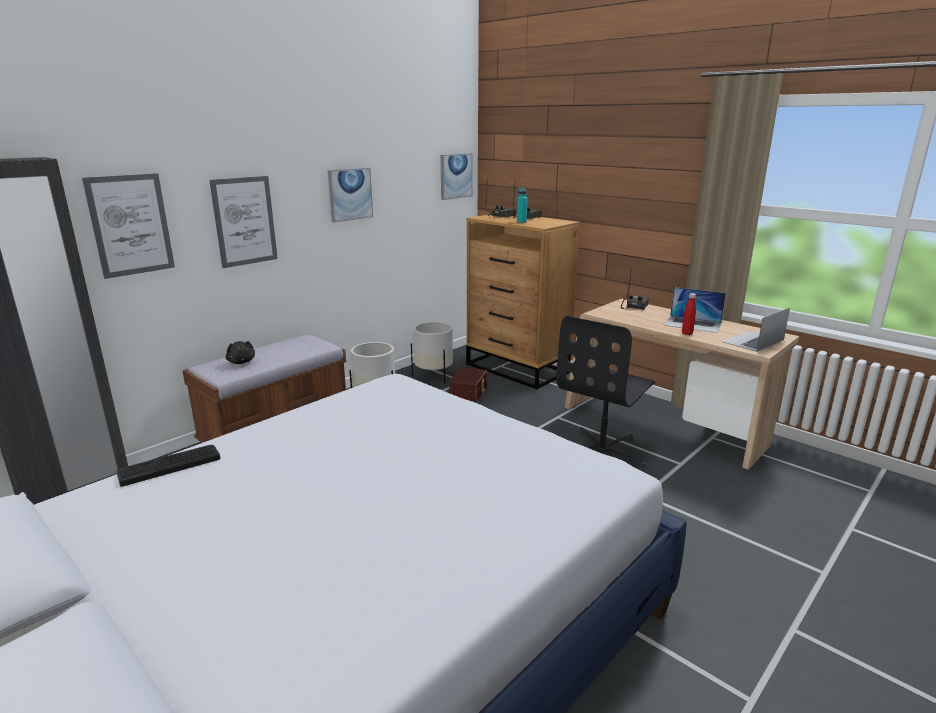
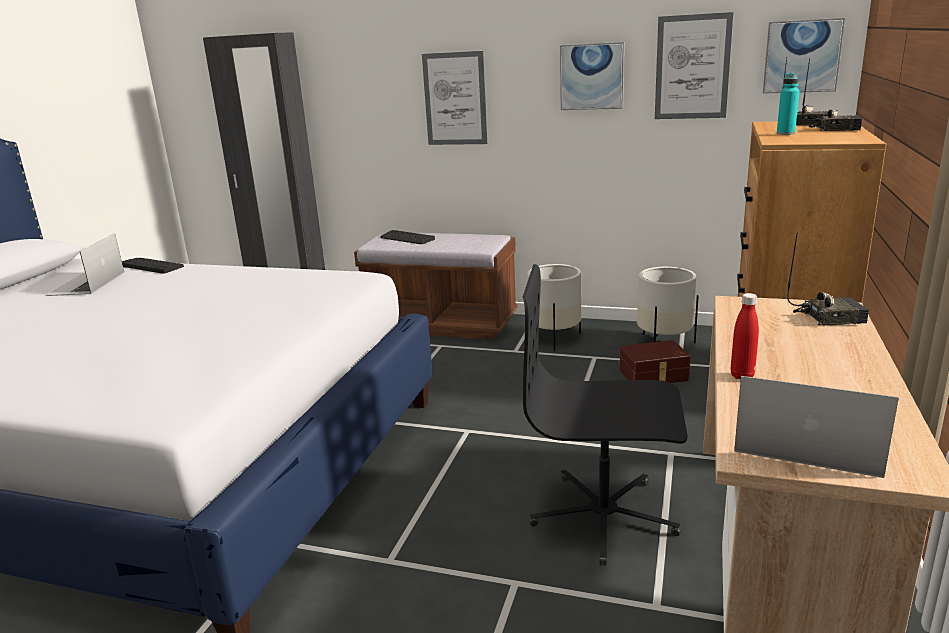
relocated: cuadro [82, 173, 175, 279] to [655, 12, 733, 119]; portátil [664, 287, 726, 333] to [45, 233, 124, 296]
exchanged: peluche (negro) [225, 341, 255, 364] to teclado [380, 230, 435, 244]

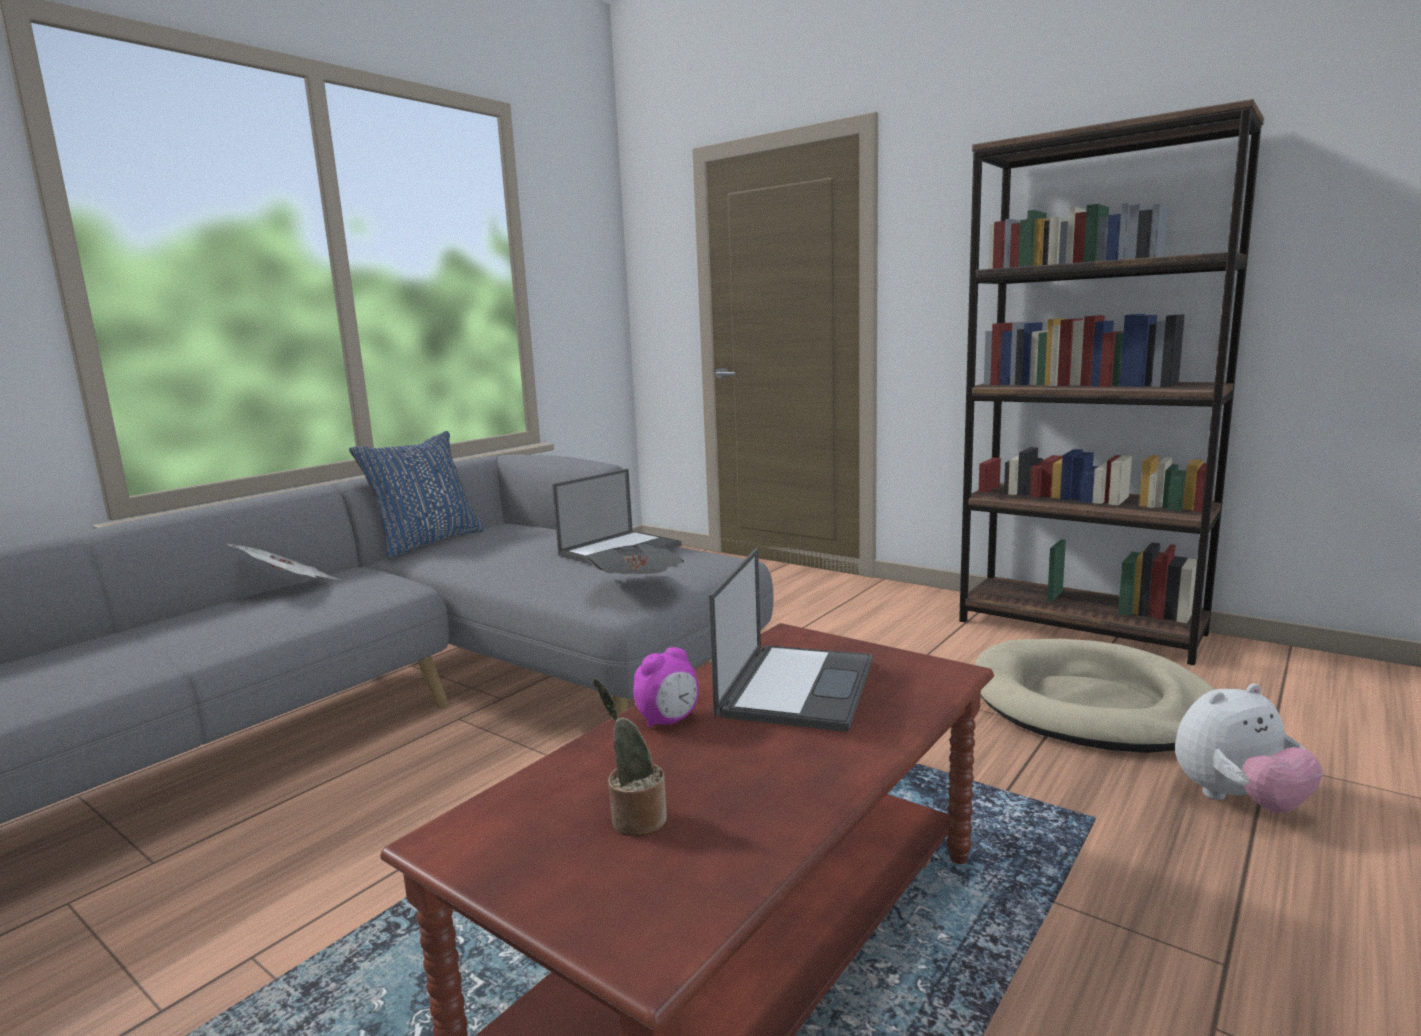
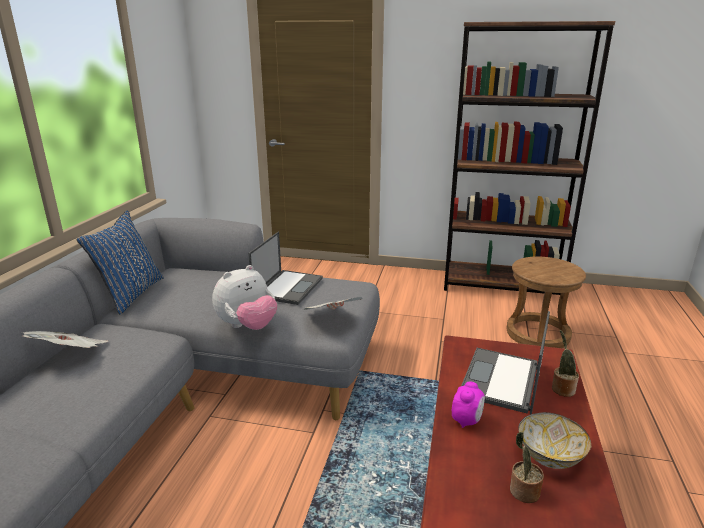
appeared: cuenco [518, 412, 591, 469]; planta en maceta [552, 330, 579, 397]
relocated: peluche [1175, 683, 1323, 813] to [212, 265, 277, 330]
exchanged: cama para perro (beis) [975, 639, 1215, 753] to taburete (marrón) [506, 257, 586, 348]
spun: portátil [709, 548, 873, 732] = [461, 311, 550, 414] 150 degrees counterclockwise

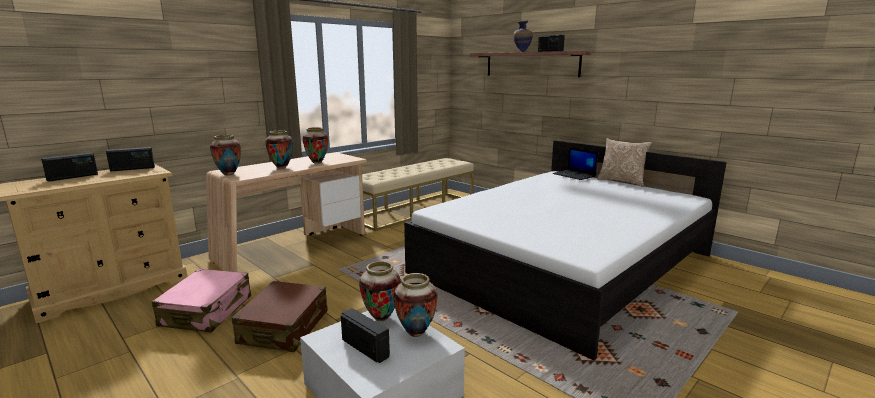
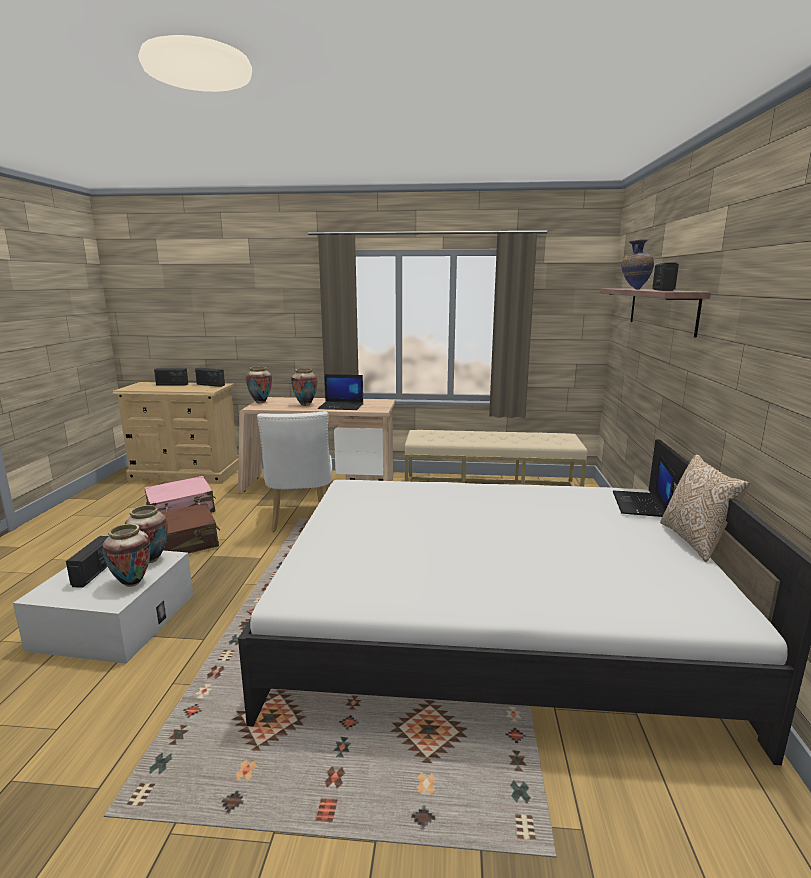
appeared: silla (blanco) [257, 411, 332, 532]
exchanged: florero [303, 127, 328, 164] to portátil [318, 374, 363, 410]

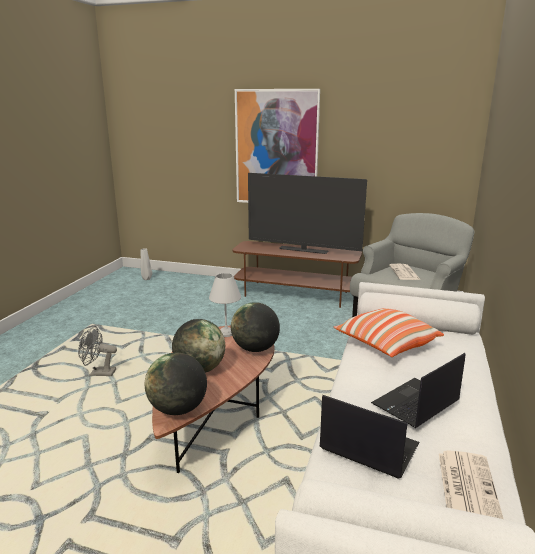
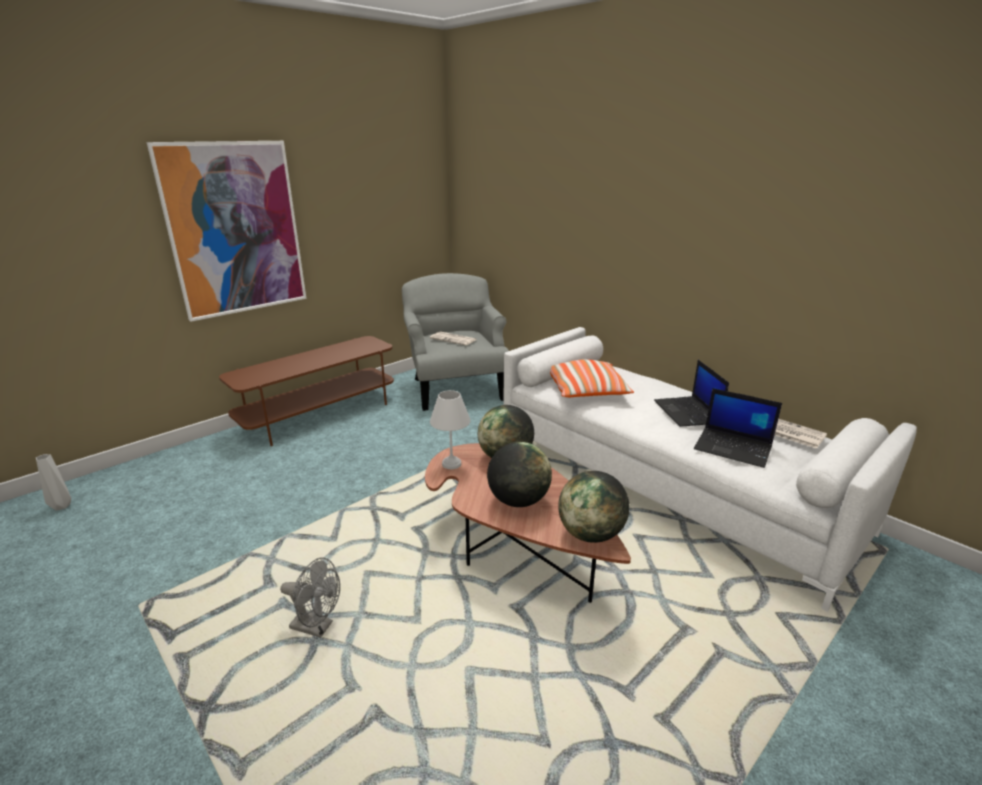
missing: televisor [248, 173, 367, 254]
spun: ventilador (gris) [78, 326, 117, 376] = [280, 558, 340, 638] 105 degrees counterclockwise; portátil [320, 395, 419, 479] = [694, 388, 782, 468] 120 degrees counterclockwise

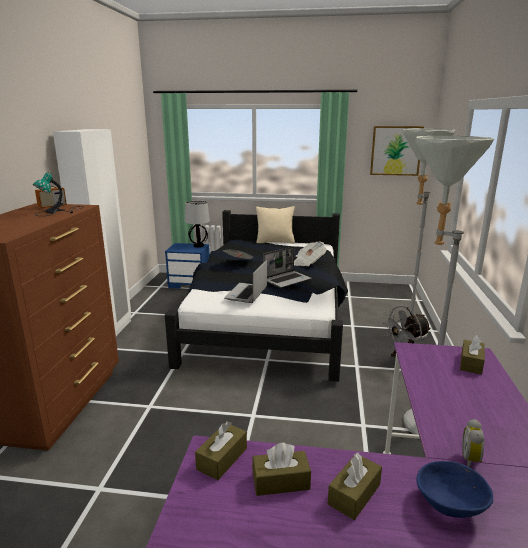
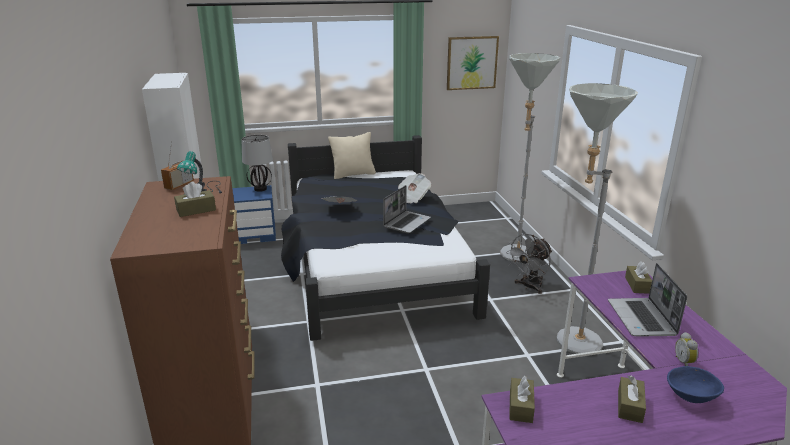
relocated: portátil [224, 260, 267, 303] to [608, 263, 687, 337]; caja de pañuelos (marrón) [252, 443, 311, 496] to [174, 182, 216, 217]

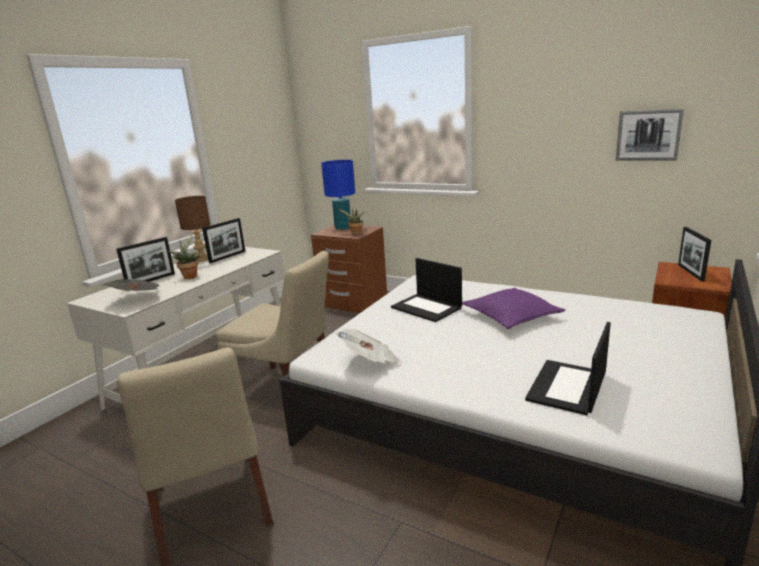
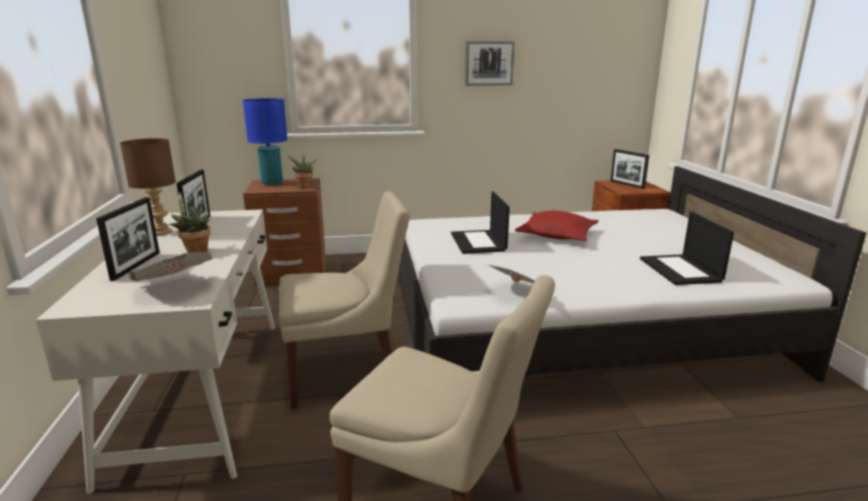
relocated: cuadro [616, 109, 684, 160] to [465, 41, 515, 86]
colour: cojín (morado) [462, 288, 565, 329] to cojín (rojo) [515, 211, 599, 241]
spun: portátil [391, 258, 462, 322] = [451, 191, 510, 254] 75 degrees clockwise

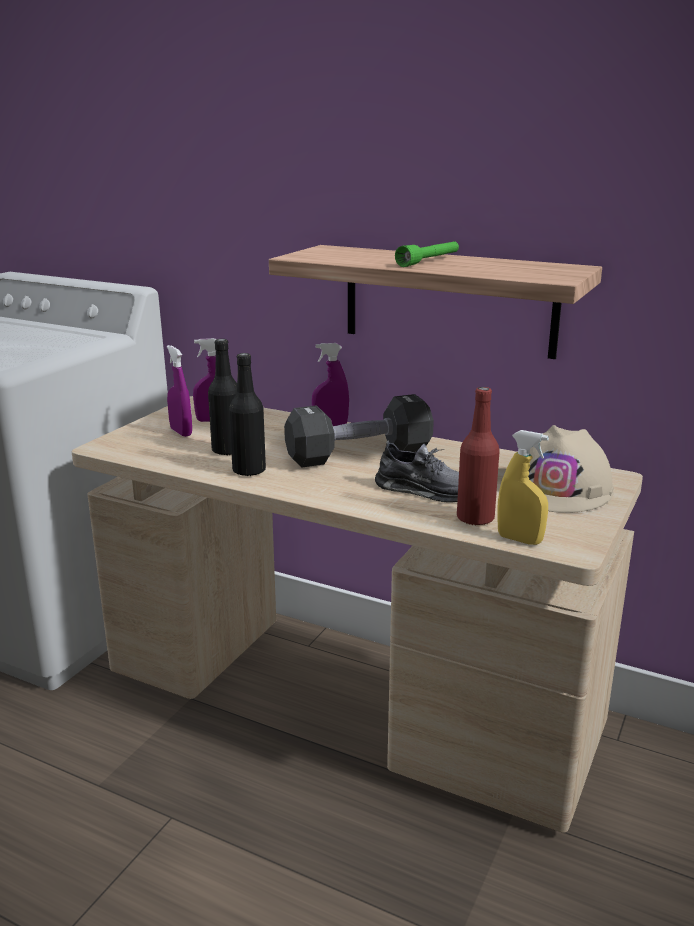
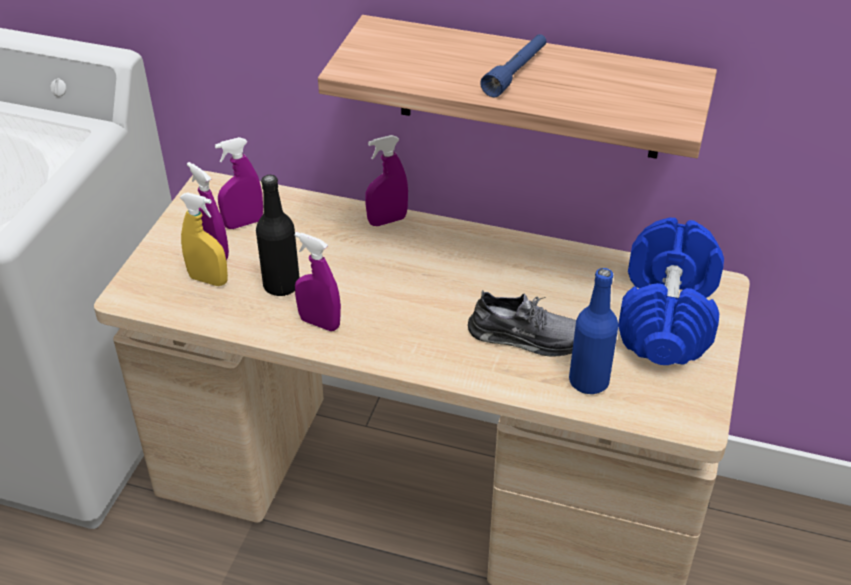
missing: mancuerna (negro) [284, 394, 434, 467]
relocated: pulverizador (amarillo) [497, 430, 549, 545] to [180, 192, 228, 286]
exchanged: botella (negro) [229, 353, 266, 477] to pulverizador (morado) [295, 232, 341, 331]; casco (beis) [528, 425, 614, 513] to mancuerna (azul) [618, 218, 724, 365]
colour: linterna (verde) [395, 241, 459, 267] to linterna (azul) [480, 34, 546, 97]; botella (rojo) [457, 387, 500, 526] to botella (azul) [569, 268, 619, 395]

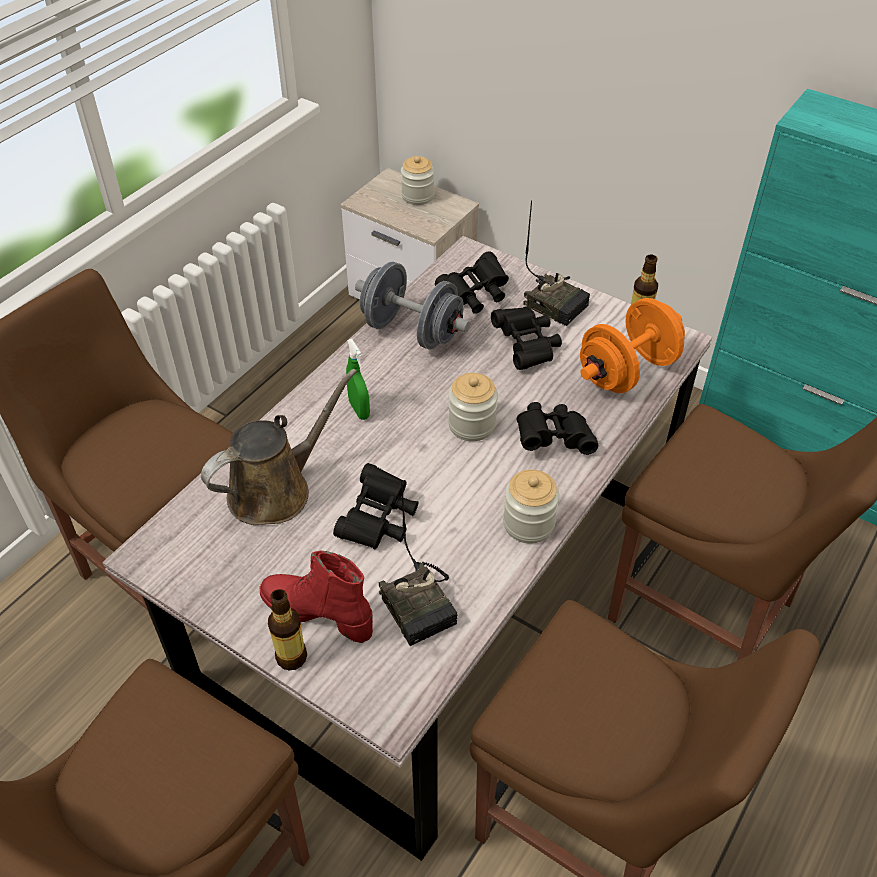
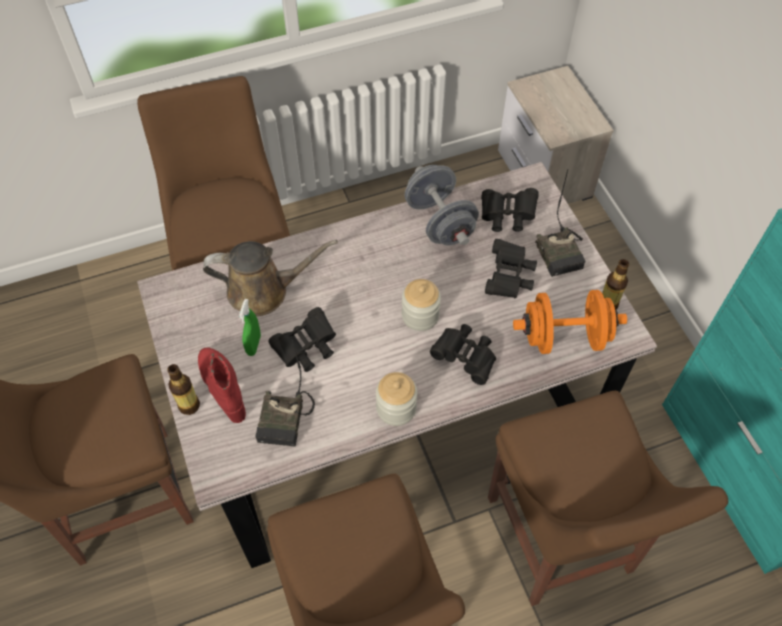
missing: tarro [401, 156, 435, 205]
relocated: pulverizador (verde) [346, 339, 370, 420] to [239, 299, 261, 356]

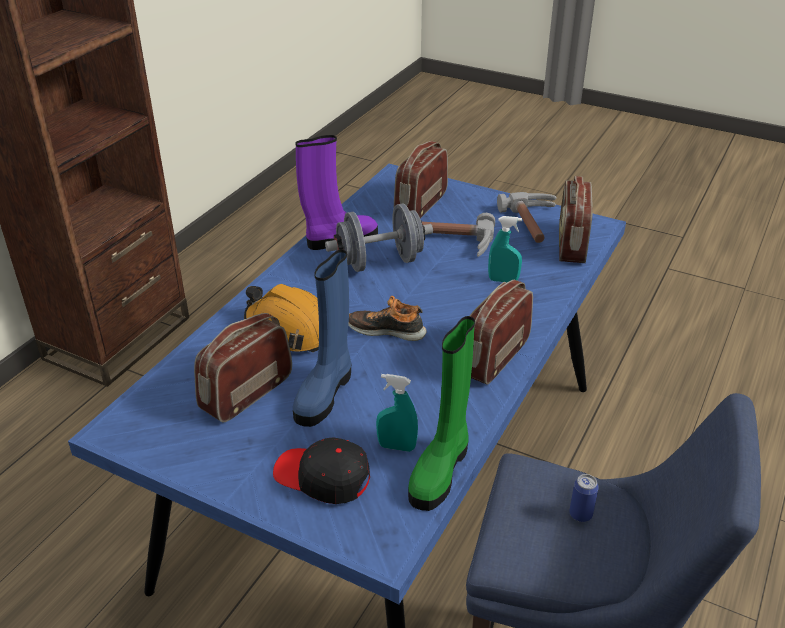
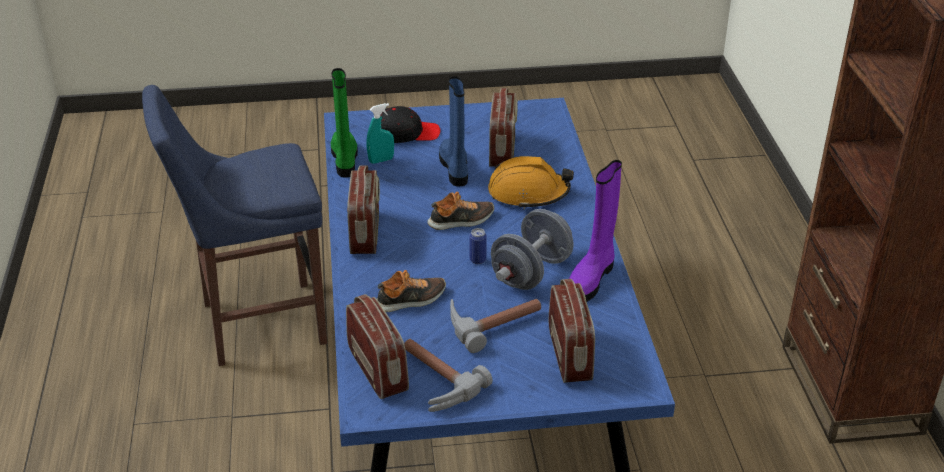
relocated: lata [569, 474, 599, 522] to [470, 228, 487, 264]
exchanged: pulverizador (turquesa) [488, 216, 522, 282] to zapato [377, 270, 446, 312]

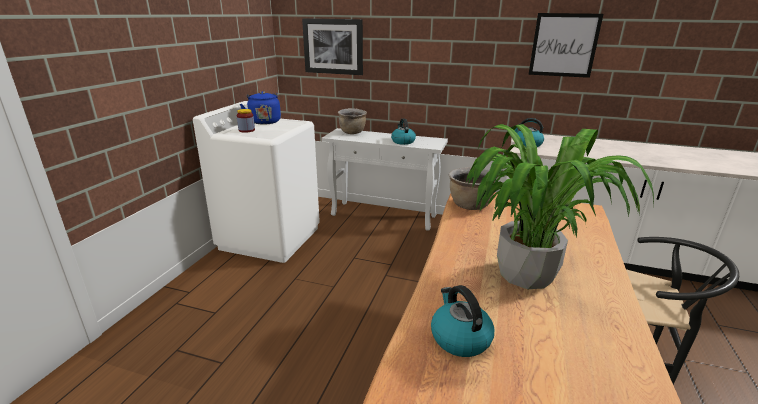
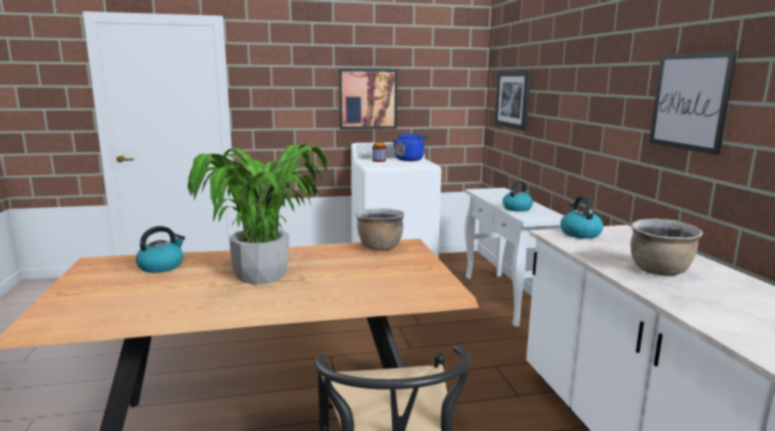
appeared: cuadro [339, 69, 397, 129]
relocated: olla (marrón) [338, 108, 367, 134] to [630, 219, 703, 276]

